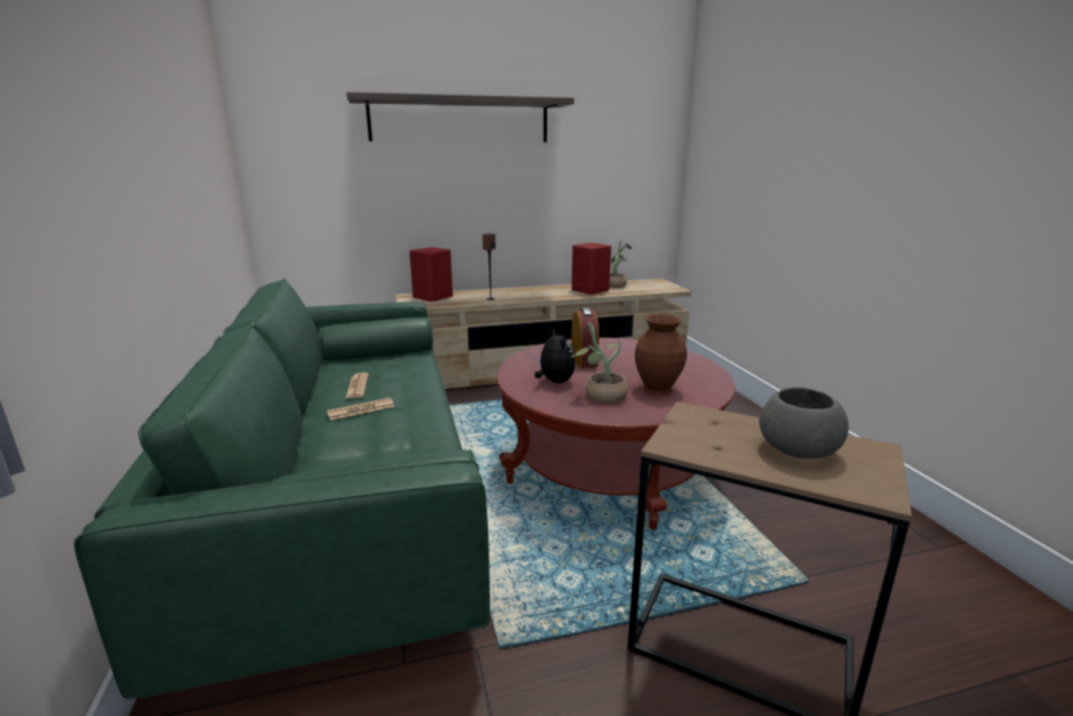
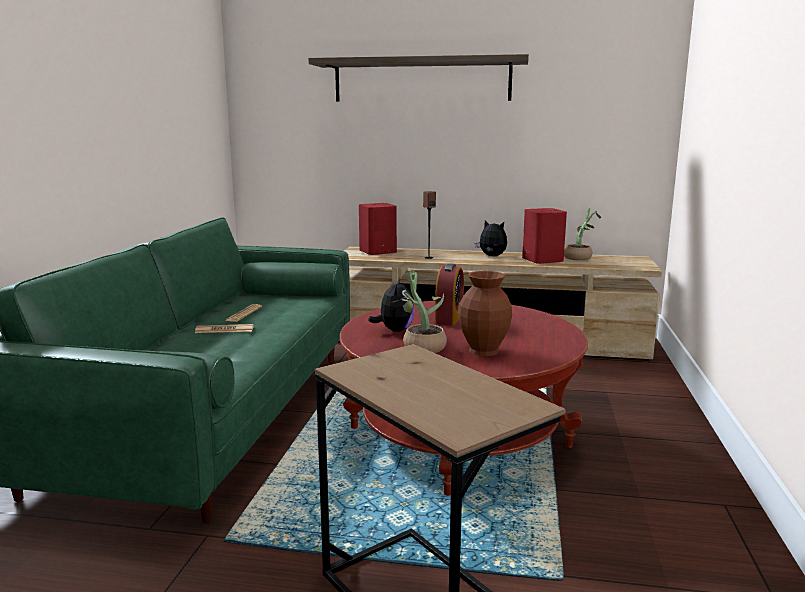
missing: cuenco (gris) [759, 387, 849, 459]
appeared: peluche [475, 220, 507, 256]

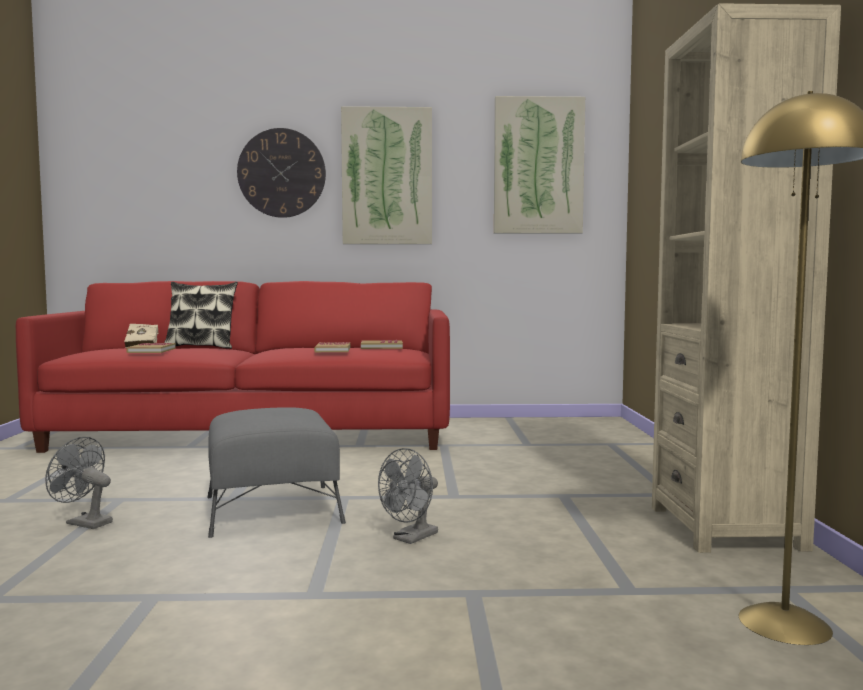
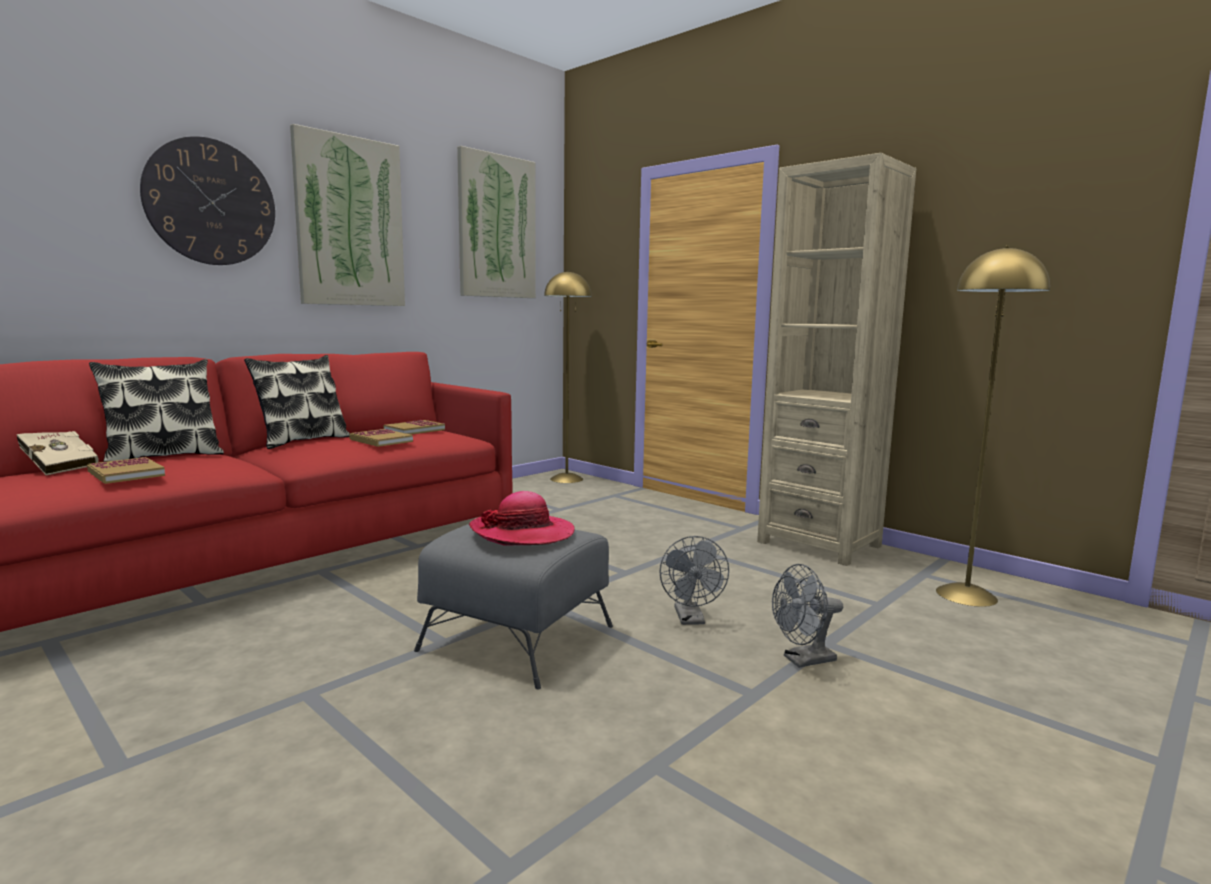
appeared: cojín [244, 355, 350, 449]; sombrero [469, 491, 575, 546]; lámpara de pie (amarillo) [544, 270, 592, 483]
relocated: ventilador (gris) [45, 437, 113, 529] to [772, 564, 843, 668]

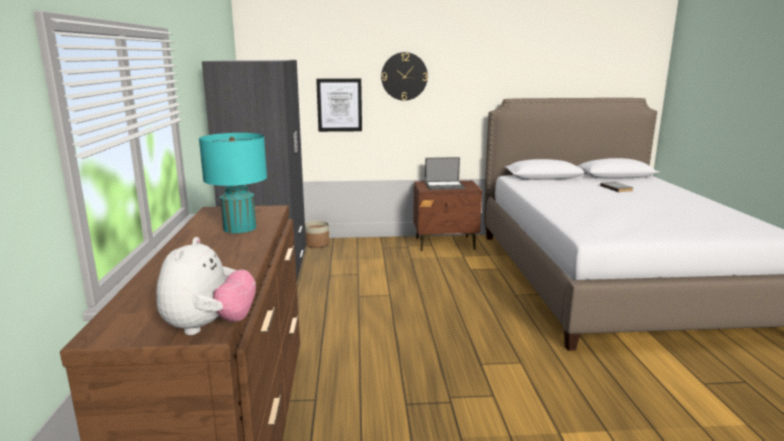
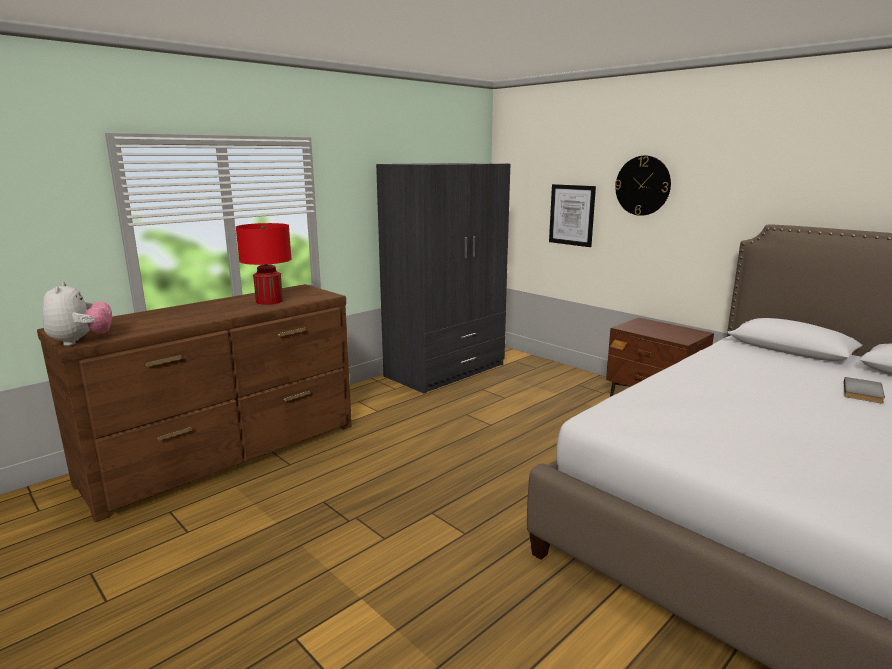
missing: maceta [305, 221, 330, 248]; portátil [425, 157, 465, 190]
colour: lámpara de mesa (turquesa) [199, 133, 267, 233] to lámpara de mesa (rojo) [236, 223, 292, 305]
spun: peluche [156, 237, 256, 335] = [42, 282, 112, 346] 75 degrees counterclockwise

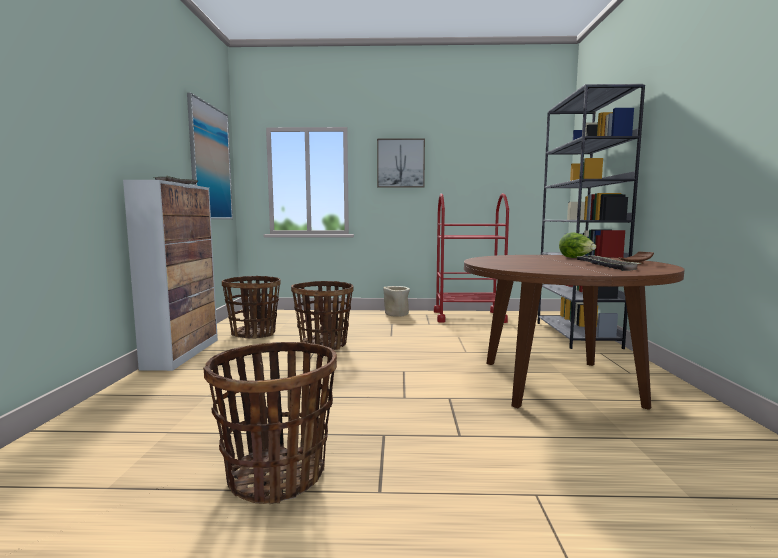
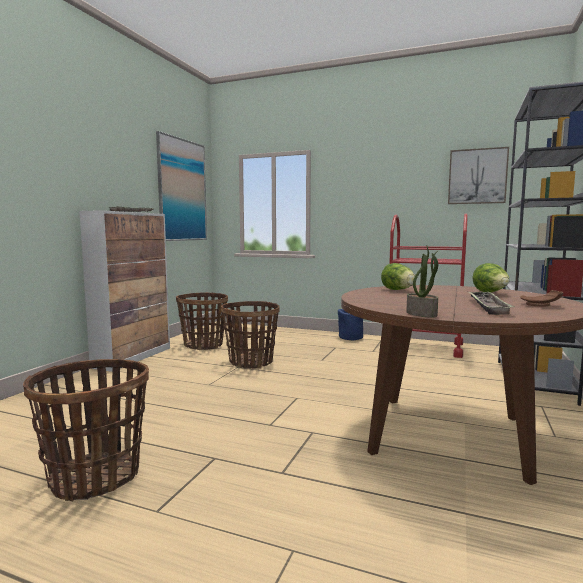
appeared: lechuga [381, 263, 415, 290]; planta en maceta [406, 245, 439, 317]
relocated: cuadro [377, 138, 425, 188] to [448, 147, 509, 204]
colour: maceta (beis) [383, 286, 410, 317] to maceta (azul) [338, 309, 363, 340]

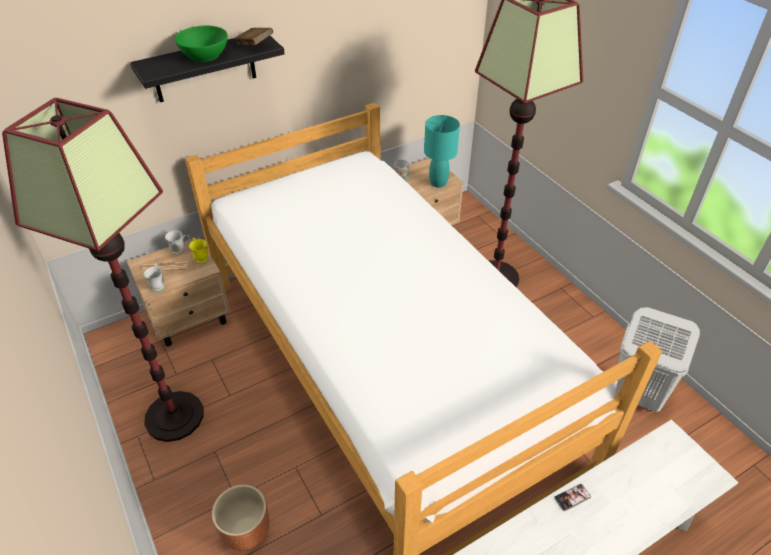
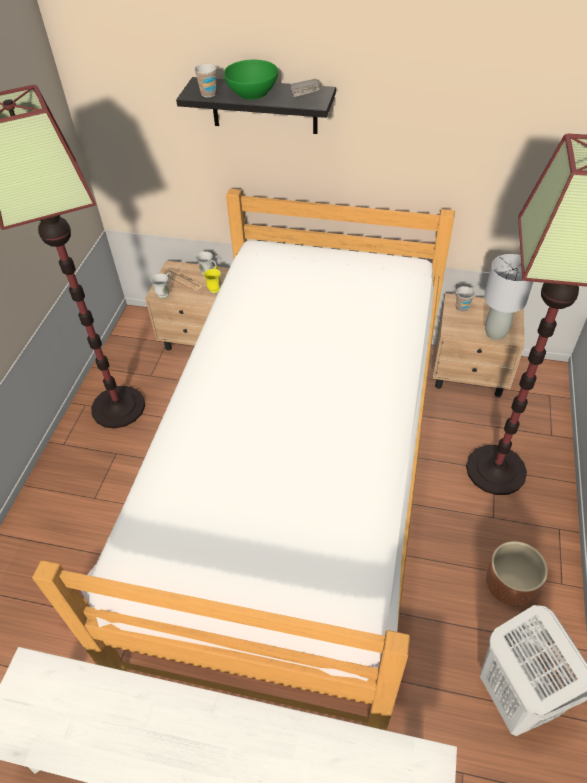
missing: móvil [554, 484, 591, 511]
appeared: taza [194, 63, 217, 97]
relocated: maceta (marrón) [212, 485, 269, 550] to [486, 541, 548, 606]
colour: libro (marrón) [234, 28, 273, 45] to libro (gris) [290, 79, 320, 97]; lámpara de mesa (turquesa) [424, 115, 460, 188] to lámpara de mesa (gris) [484, 254, 533, 340]

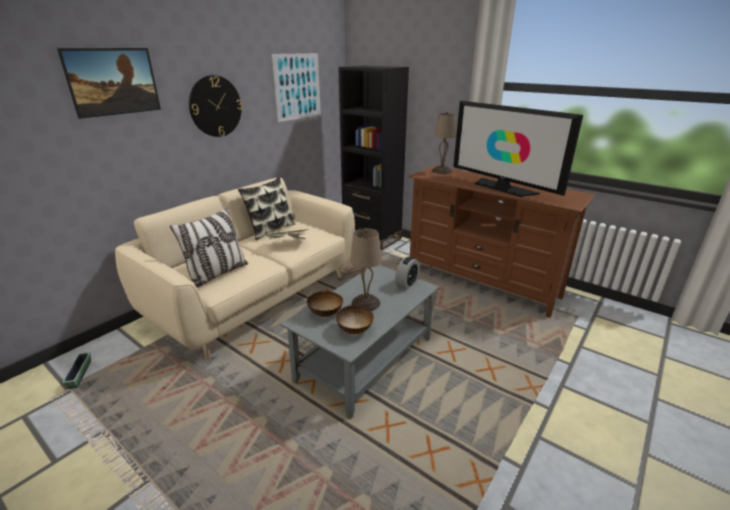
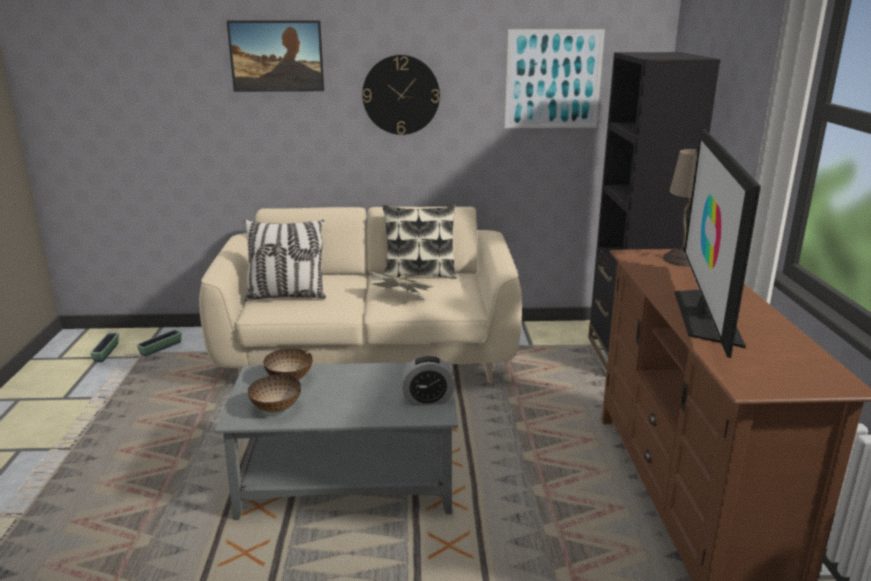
missing: lámpara de mesa (beis) [350, 228, 382, 311]
appeared: maceta [90, 333, 119, 362]

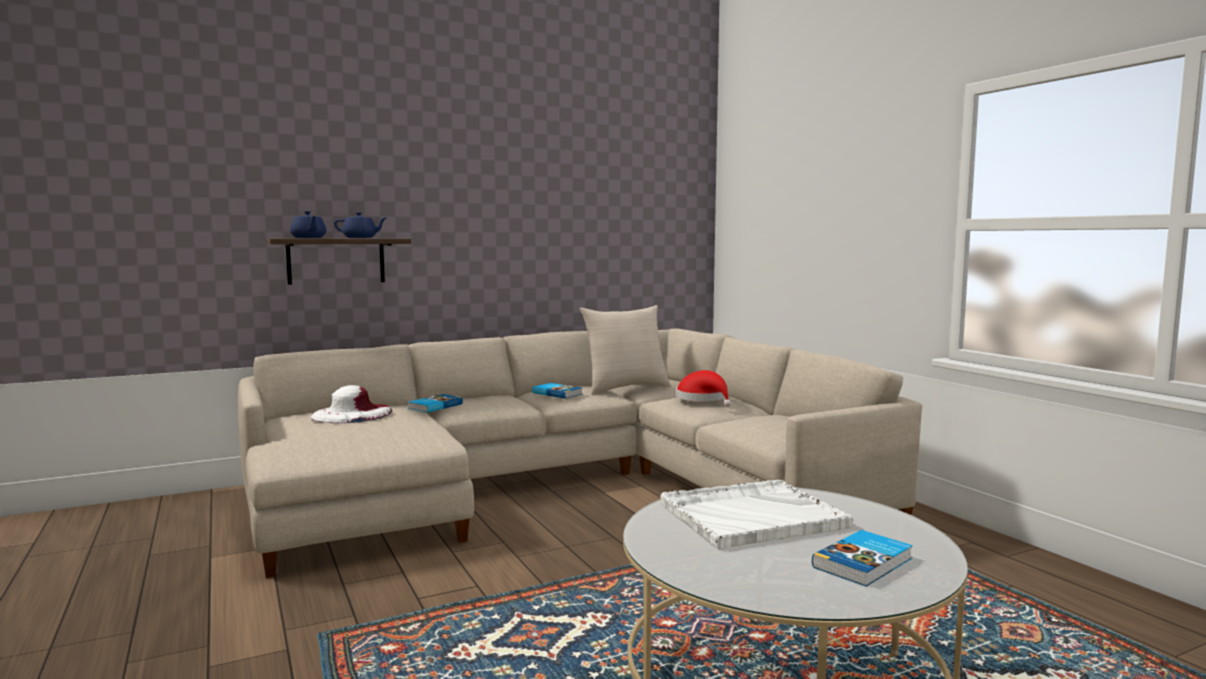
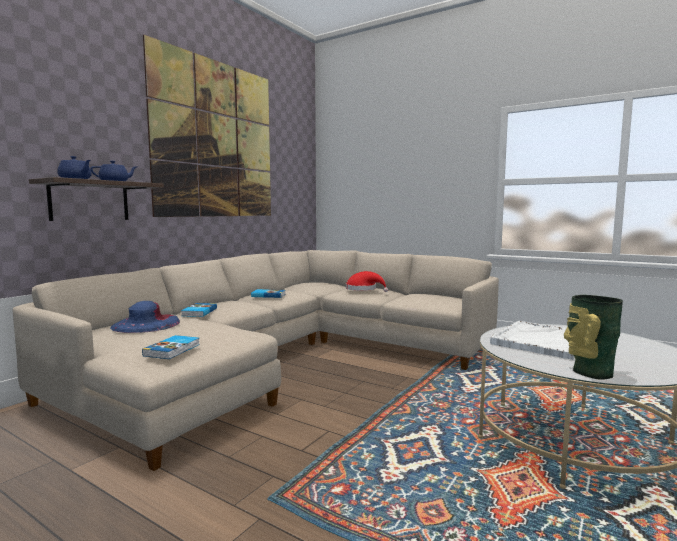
missing: cojín (beis) [579, 305, 671, 394]
appeared: cuadro [143, 35, 271, 217]; florero [564, 295, 623, 380]
relocated: libro [812, 530, 913, 586] to [142, 335, 200, 359]
colour: sombrero (blanco) [310, 385, 392, 423] to sombrero (azul) [110, 301, 180, 333]

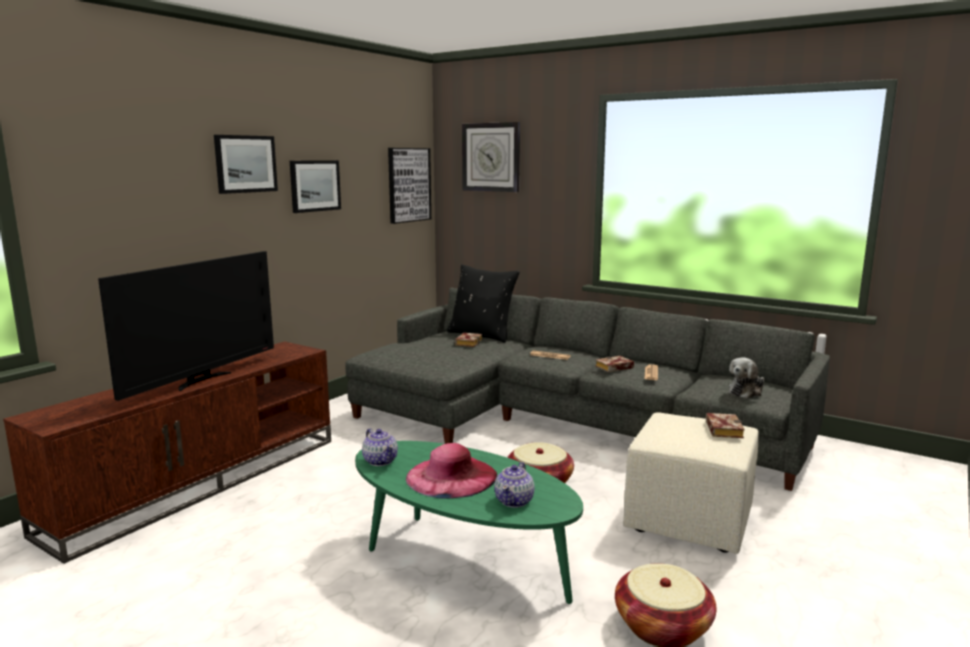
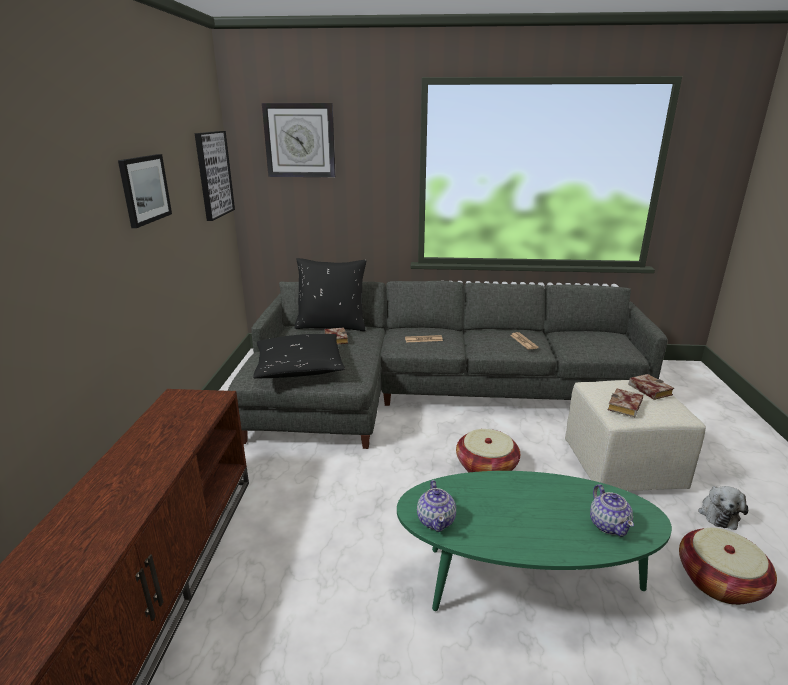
missing: televisor [98, 251, 274, 401]; cuadro [214, 135, 278, 194]; sombrero (rosa) [406, 443, 497, 499]
appeared: cojín (negro) [253, 334, 345, 379]
relocated: libro [595, 356, 634, 372] to [608, 389, 643, 417]; peluche [729, 357, 765, 398] to [698, 486, 748, 530]
spun: tetera [362, 428, 398, 466] = [417, 480, 456, 532] 60 degrees clockwise

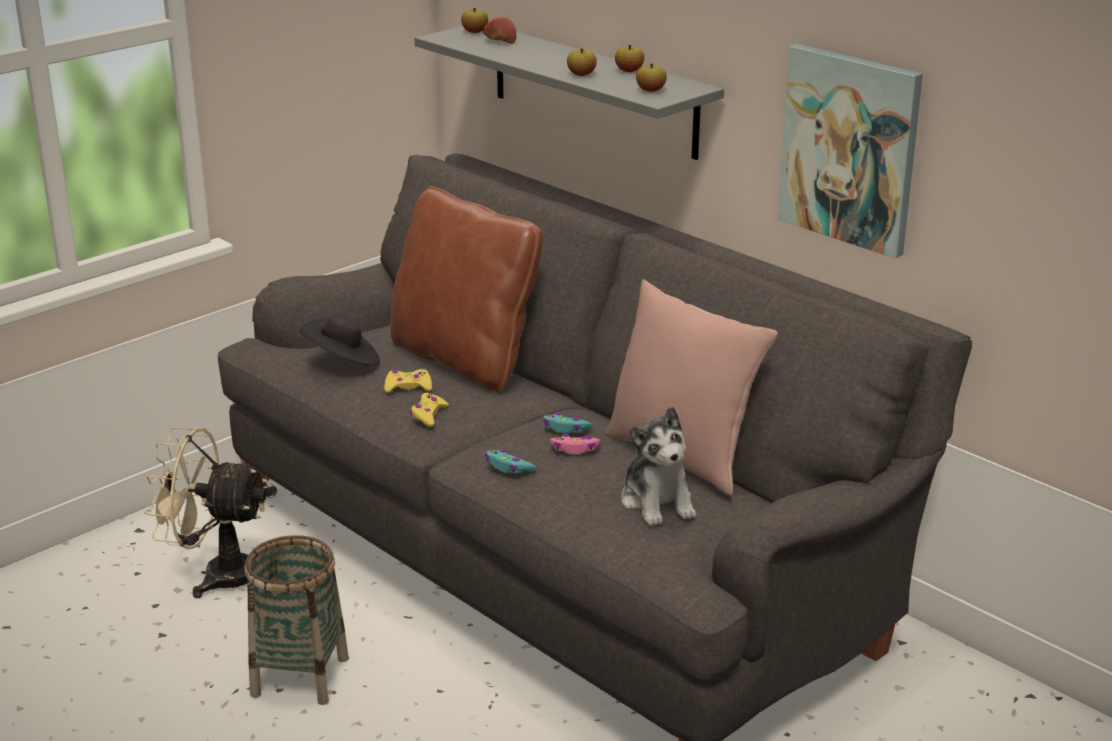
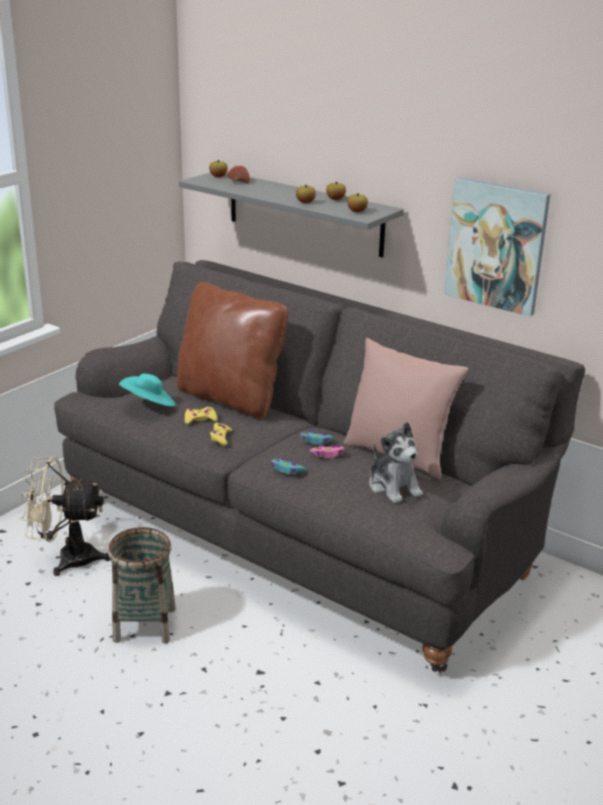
colour: sombrero (negro) [299, 316, 380, 366] to sombrero (turquesa) [119, 373, 175, 406]

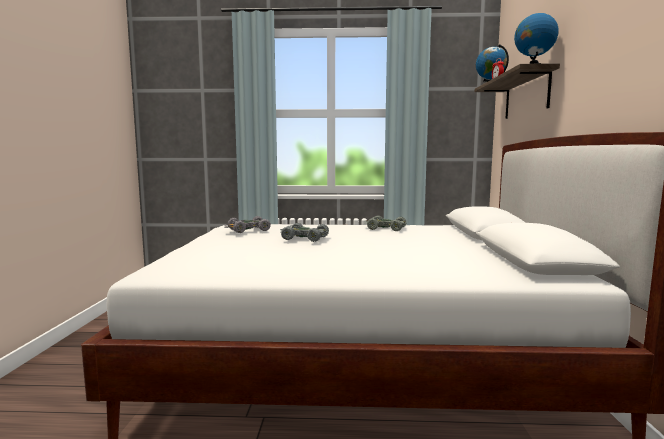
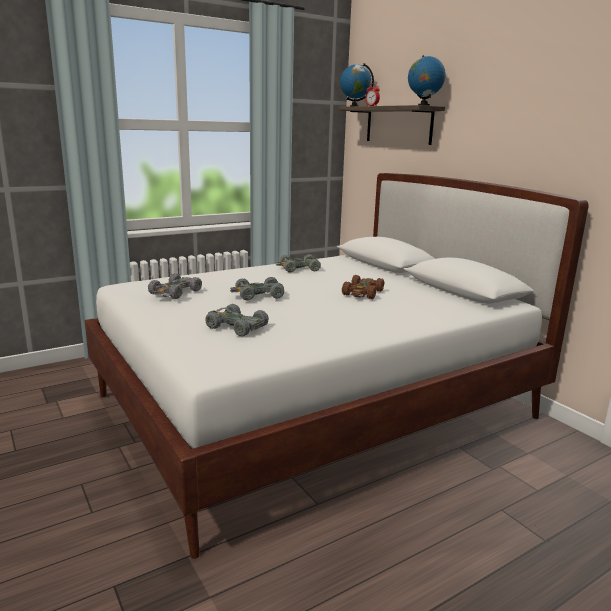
appeared: coche de juguete (gris) [205, 304, 269, 336]; coche de juguete (marrón) [342, 275, 384, 299]

